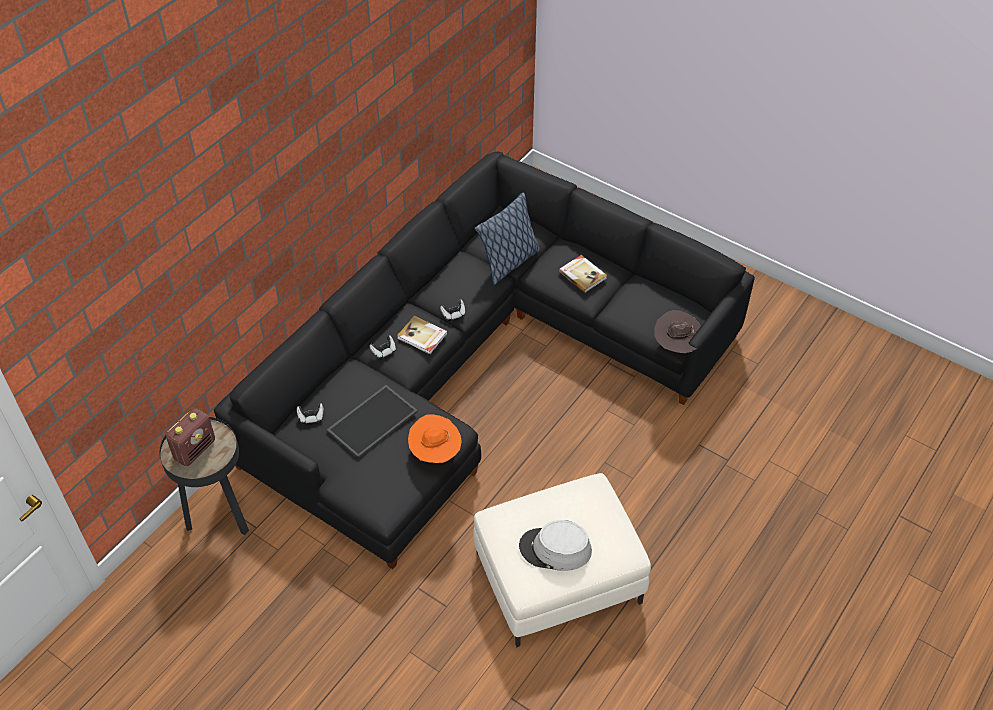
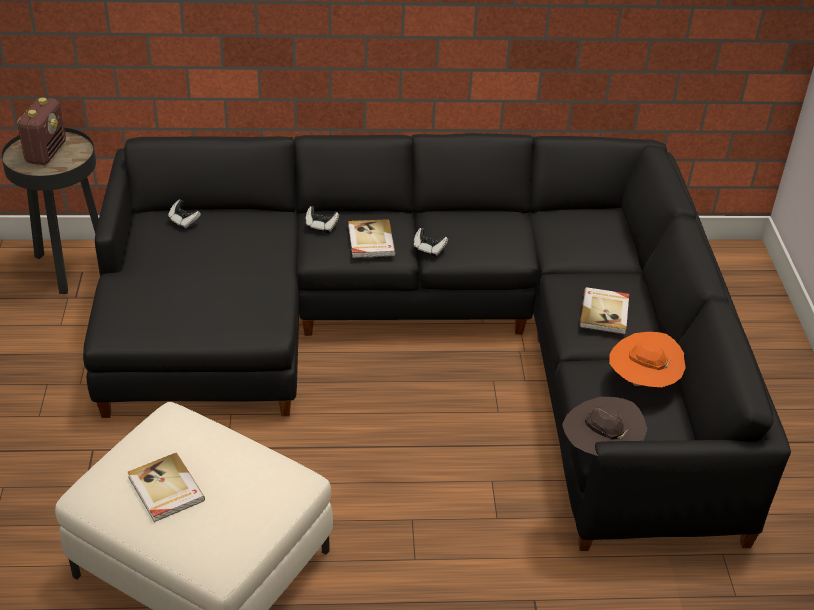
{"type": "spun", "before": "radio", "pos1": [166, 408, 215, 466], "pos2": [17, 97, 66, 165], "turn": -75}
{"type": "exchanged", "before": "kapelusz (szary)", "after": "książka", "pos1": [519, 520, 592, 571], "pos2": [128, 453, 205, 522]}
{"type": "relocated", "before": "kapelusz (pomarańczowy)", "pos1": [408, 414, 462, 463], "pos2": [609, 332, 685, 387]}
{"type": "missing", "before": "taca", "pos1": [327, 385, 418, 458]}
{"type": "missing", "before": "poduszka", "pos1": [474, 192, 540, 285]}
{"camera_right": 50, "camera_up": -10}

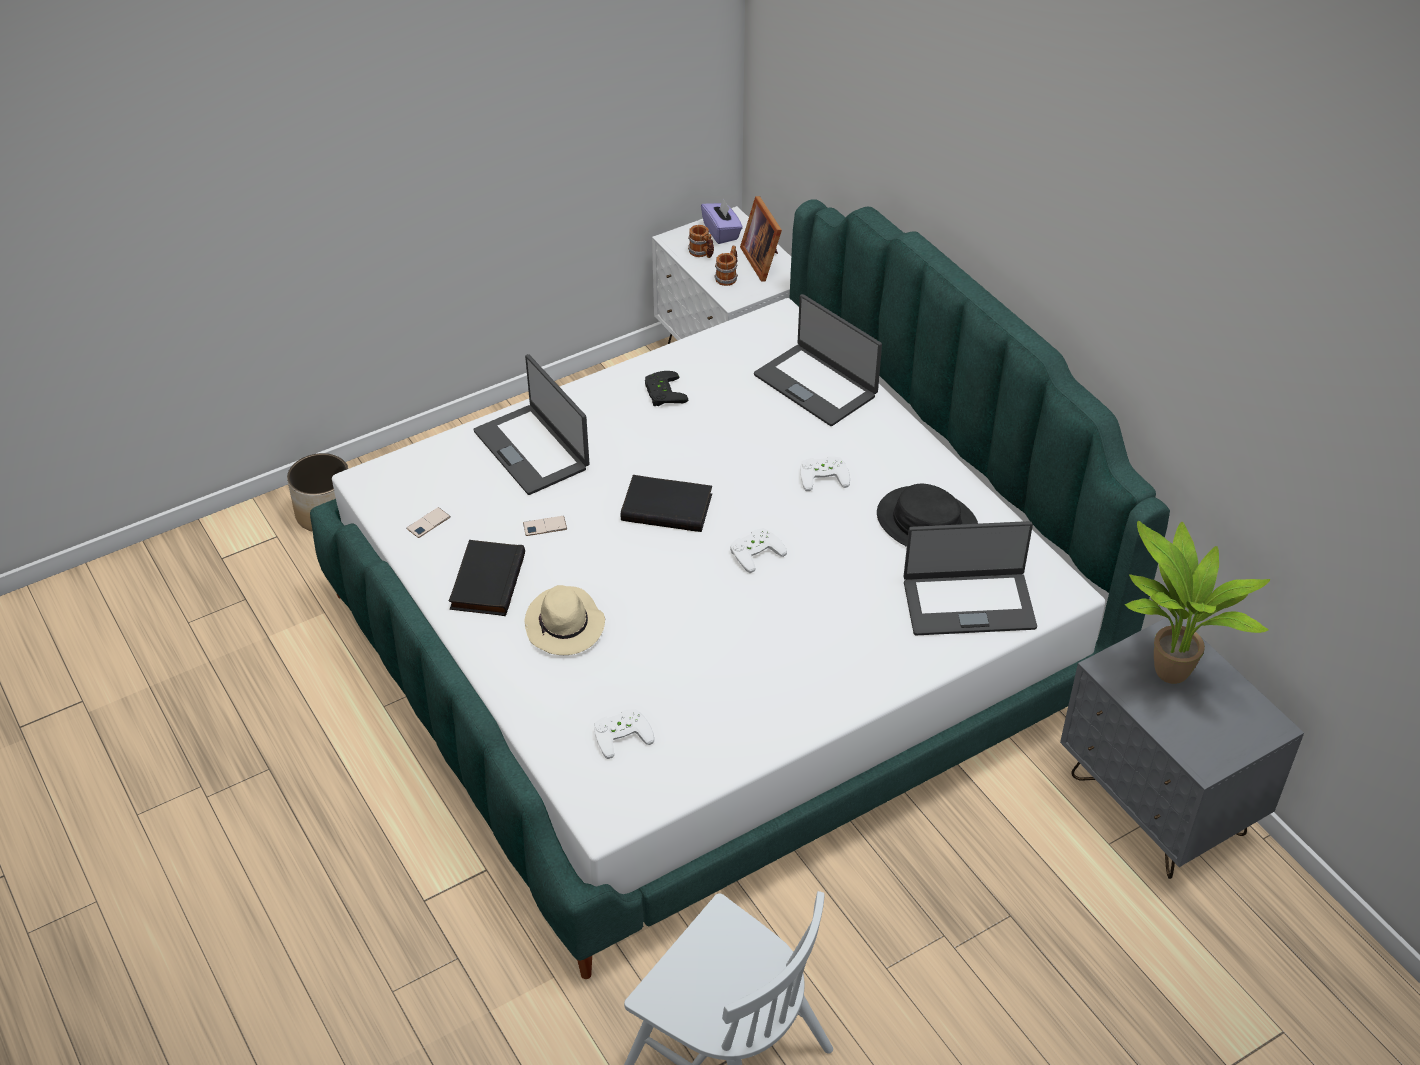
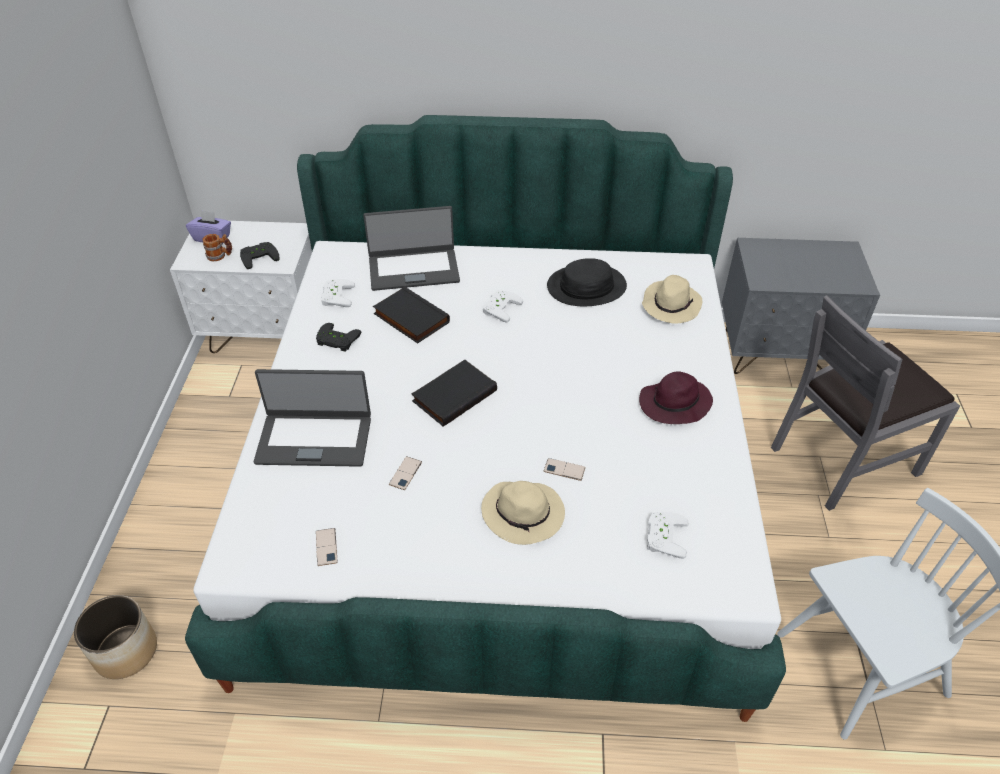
{"type": "exchanged", "before": "kubek", "after": "pad do gier (czarny)", "pos1": [714, 245, 738, 286], "pos2": [240, 242, 280, 269]}
{"type": "relocated", "before": "pad do gier (biały)", "pos1": [730, 528, 787, 573], "pos2": [321, 279, 355, 307]}
{"type": "relocated", "before": "książka (czarny)", "pos1": [449, 540, 525, 616], "pos2": [373, 286, 450, 344]}
{"type": "appeared", "after": "telefon", "pos2": [544, 458, 586, 481]}
{"type": "appeared", "after": "kapelusz (fioletowy)", "pos2": [639, 371, 713, 424]}
{"type": "exchanged", "before": "laptop", "after": "kapelusz (beżowy)", "pos1": [904, 521, 1037, 635], "pos2": [642, 275, 702, 324]}
{"type": "appeared", "after": "krzesło (szary)", "pos2": [771, 295, 960, 511]}
{"type": "missing", "before": "ramka na zdjęcie", "pos1": [740, 196, 782, 281]}
{"type": "missing", "before": "roślina doniczkowa", "pos1": [1125, 521, 1270, 684]}
{"camera_right": -55, "camera_up": 0}

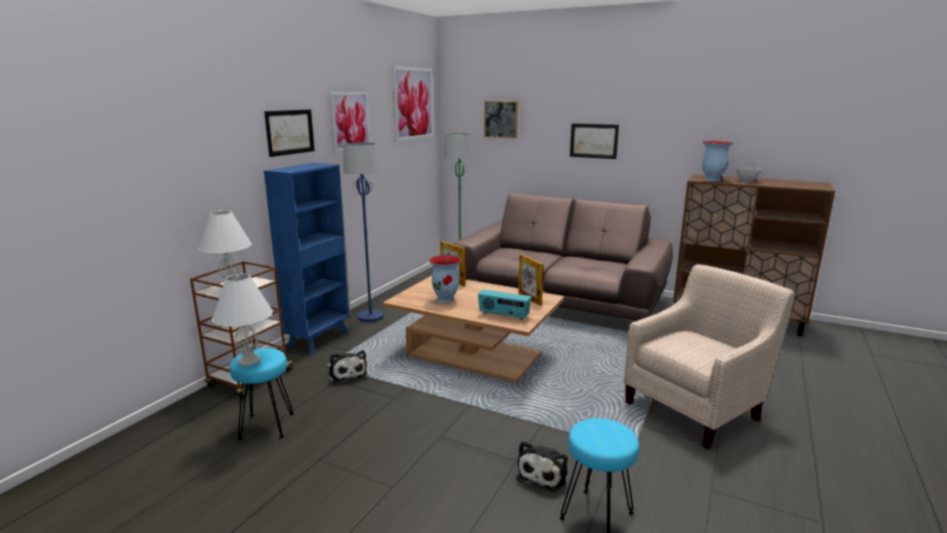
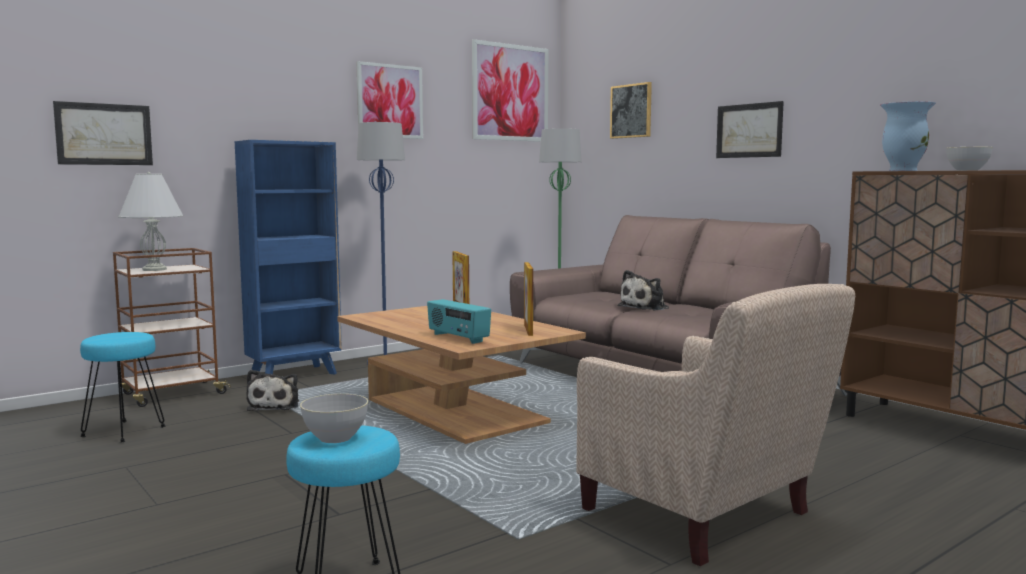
{"type": "relocated", "before": "obraz", "pos1": [264, 109, 315, 157], "pos2": [53, 101, 153, 165]}
{"type": "appeared", "after": "miska (szary)", "pos2": [300, 394, 368, 443]}
{"type": "spun", "before": "fotel (beżowy)", "pos1": [624, 264, 795, 449], "pos2": [576, 284, 855, 566], "turn": 60}
{"type": "relocated", "before": "pluszak", "pos1": [516, 441, 568, 492], "pos2": [618, 270, 669, 311]}
{"type": "missing", "before": "lampa stołowa (biały)", "pos1": [212, 274, 273, 366]}
{"type": "missing", "before": "wazon", "pos1": [429, 255, 461, 303]}
{"camera_right": 25, "camera_up": -10}

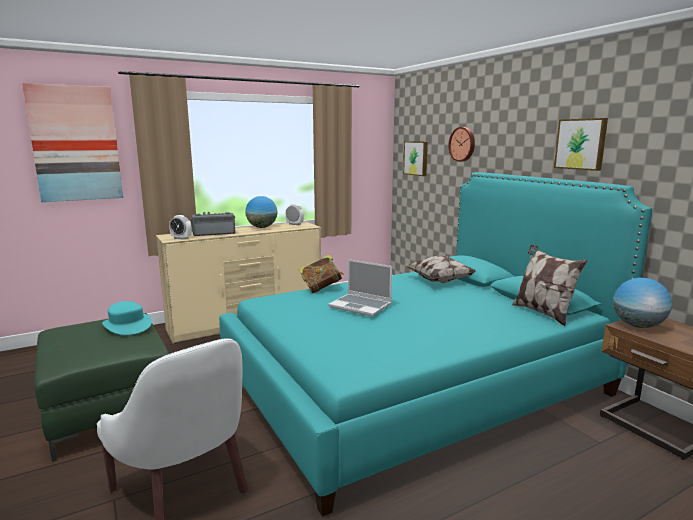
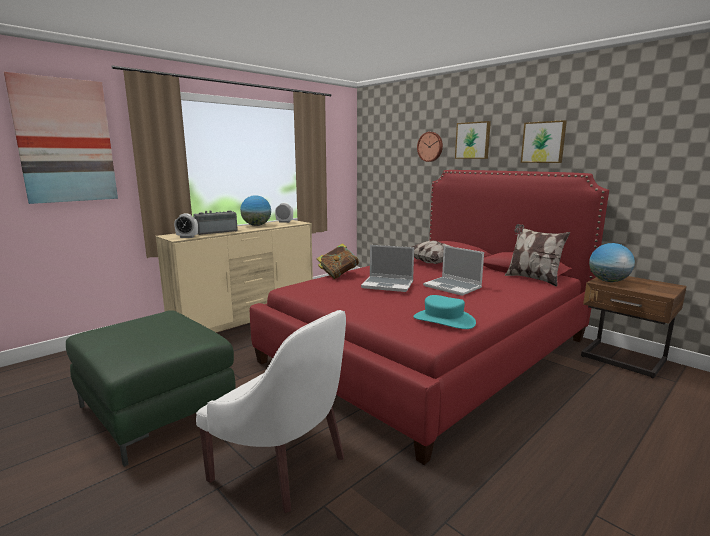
{"type": "colour", "before": "łóżko (turkusowy)", "after": "łóżko (czerwony)", "pos1": [219, 172, 652, 517], "pos2": [250, 170, 609, 465]}
{"type": "relocated", "before": "kapelusz (turkusowy)", "pos1": [102, 301, 152, 335], "pos2": [413, 295, 476, 329]}
{"type": "appeared", "after": "laptop", "pos2": [423, 245, 484, 296]}
{"type": "relocated", "before": "obraz", "pos1": [403, 141, 428, 176], "pos2": [455, 121, 491, 159]}
{"camera_right": -15, "camera_up": 0}

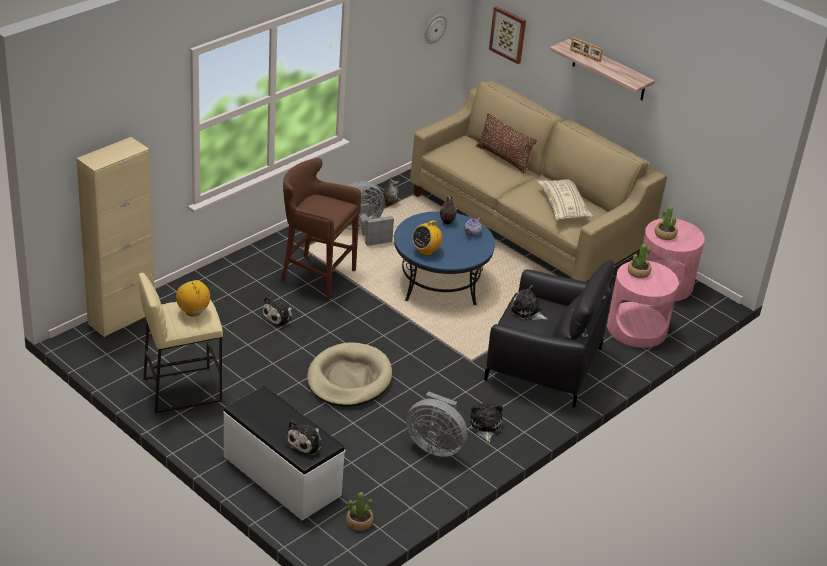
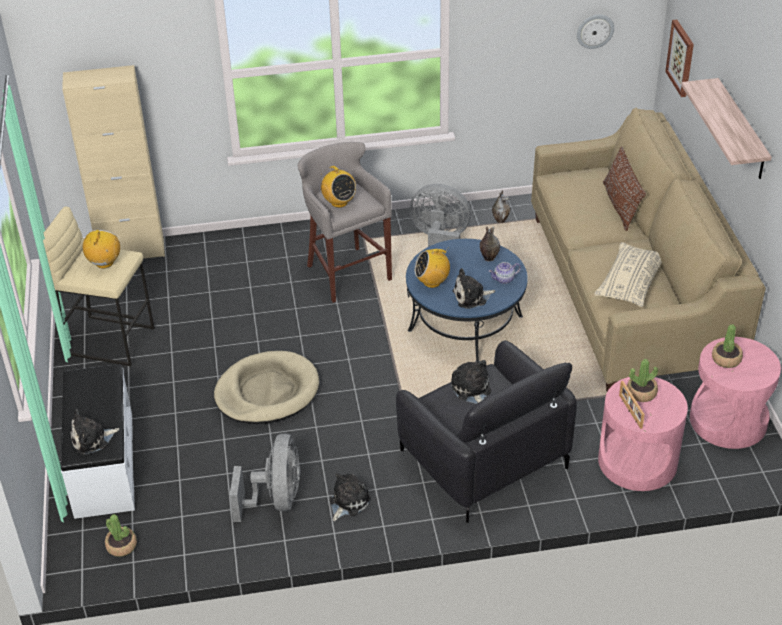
{"type": "spun", "before": "wentylator (szary)", "pos1": [406, 391, 468, 457], "pos2": [230, 434, 301, 522], "turn": -150}
{"type": "colour", "before": "stołek (brązowy)", "after": "stołek (szary)", "pos1": [280, 158, 361, 301], "pos2": [298, 142, 392, 303]}
{"type": "appeared", "after": "radio", "pos2": [321, 166, 356, 208]}
{"type": "relocated", "before": "pluszak", "pos1": [261, 296, 293, 327], "pos2": [452, 268, 495, 309]}
{"type": "relocated", "before": "ramka na zdjęcie", "pos1": [570, 37, 603, 62], "pos2": [619, 381, 645, 429]}
{"camera_right": 40, "camera_up": 5}

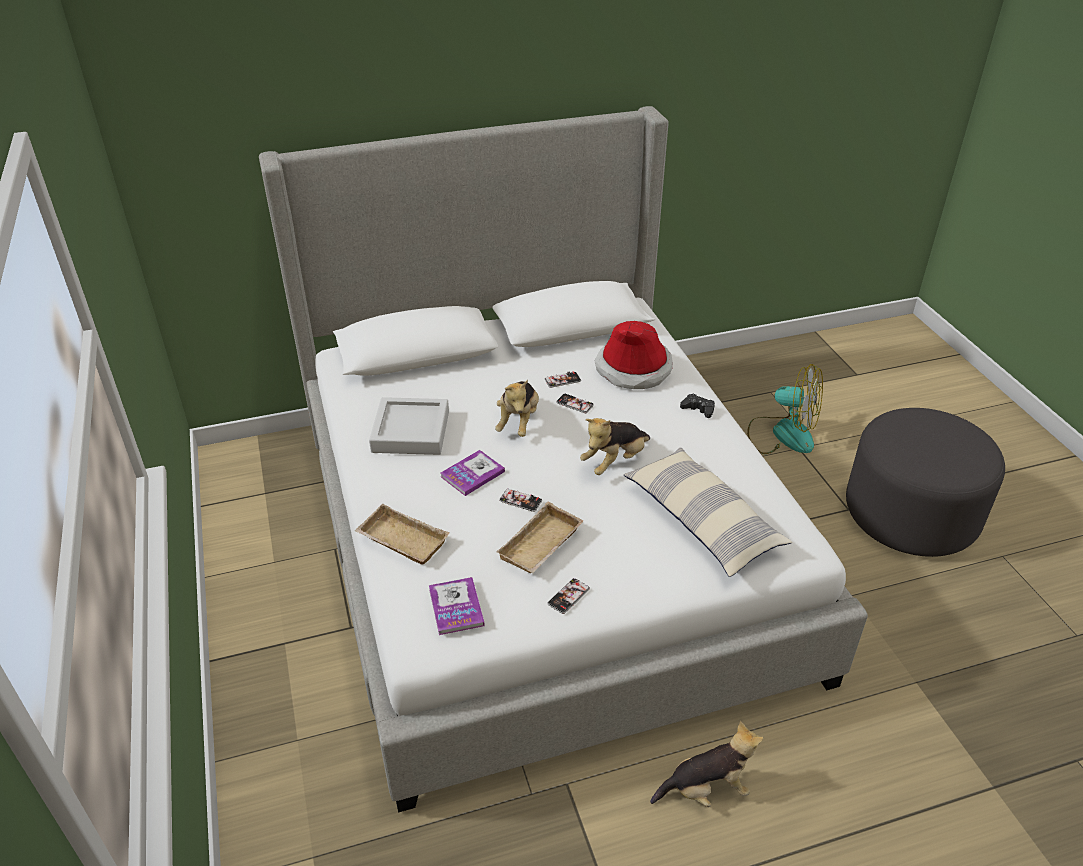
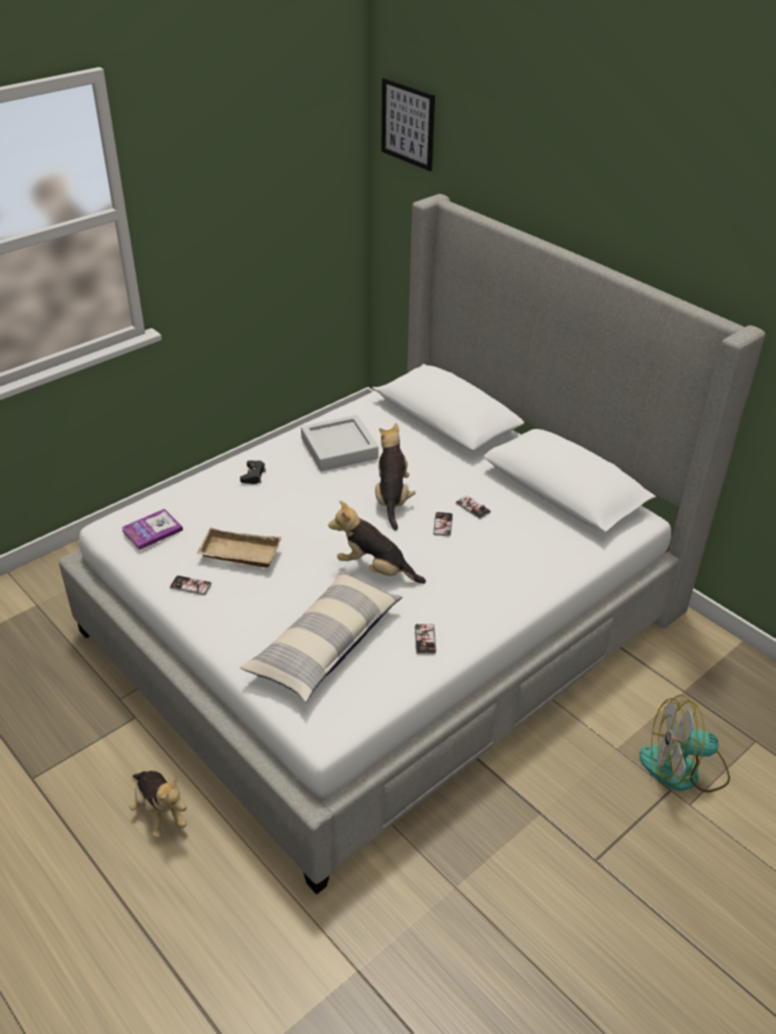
{"type": "relocated", "before": "pad do gier (czarny)", "pos1": [680, 394, 715, 418], "pos2": [240, 460, 266, 484]}
{"type": "spun", "before": "pluszak", "pos1": [495, 380, 539, 437], "pos2": [375, 423, 416, 531], "turn": 105}
{"type": "appeared", "after": "obraz", "pos2": [381, 77, 435, 171]}
{"type": "relocated", "before": "telefon", "pos1": [499, 488, 542, 512], "pos2": [415, 624, 436, 655]}
{"type": "spun", "before": "wentylator", "pos1": [747, 364, 823, 454], "pos2": [639, 695, 730, 793], "turn": 90}
{"type": "missing", "before": "taca (beżowy)", "pos1": [355, 504, 449, 564]}
{"type": "missing", "before": "książka", "pos1": [441, 450, 505, 496]}
{"type": "missing", "before": "kapelusz", "pos1": [595, 321, 673, 389]}
{"type": "missing", "before": "pufa (szary)", "pos1": [846, 408, 1005, 557]}
{"camera_right": 65, "camera_up": 0}

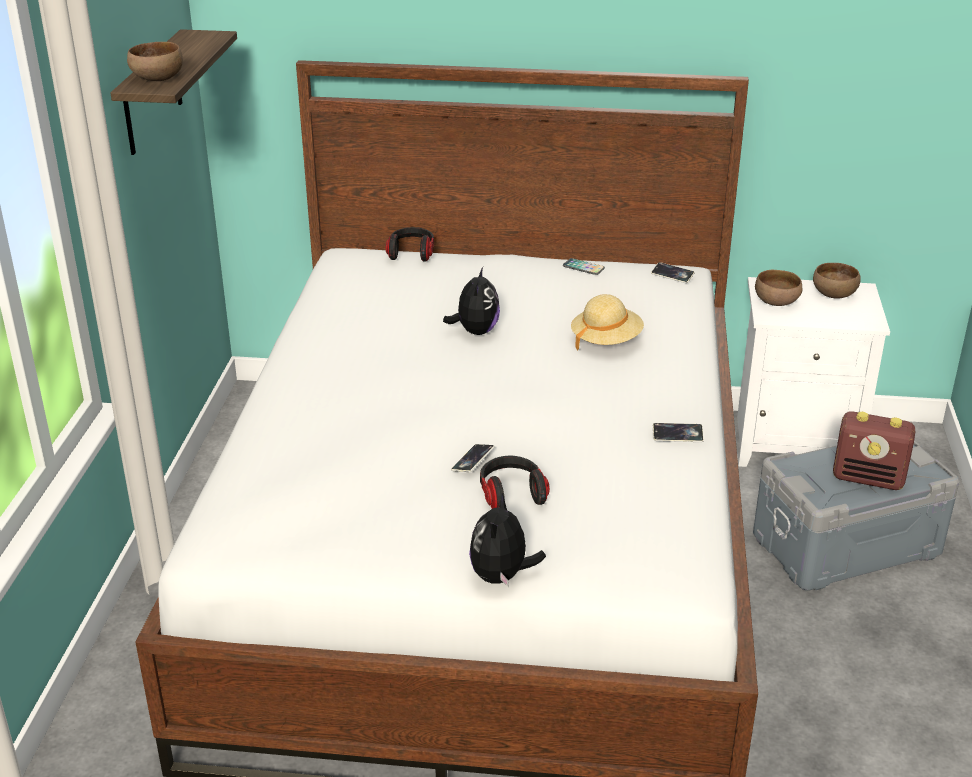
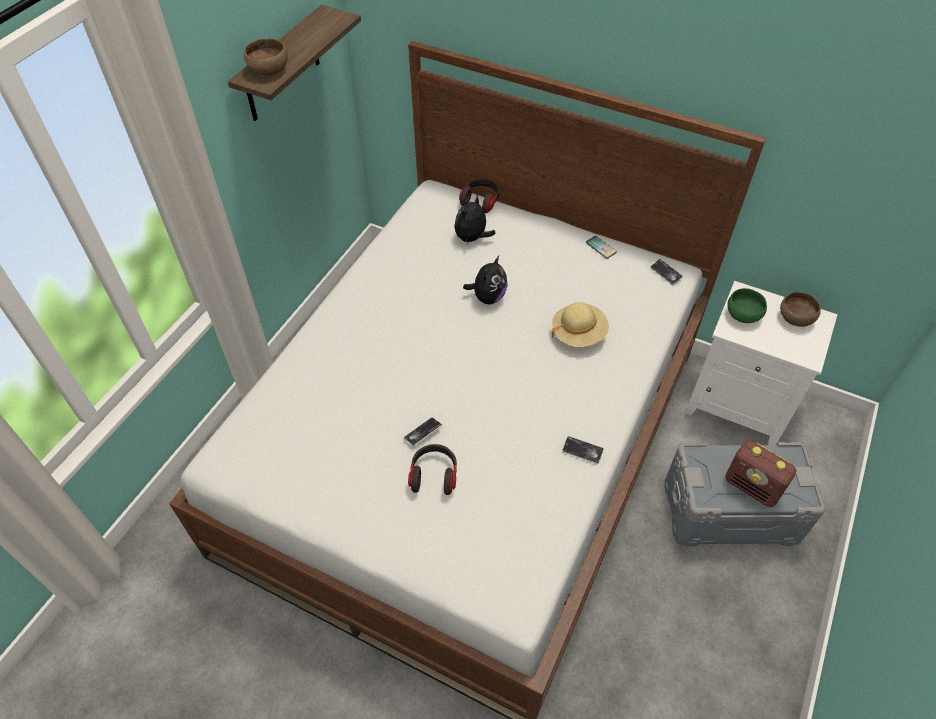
{"type": "relocated", "before": "pluszak", "pos1": [469, 494, 546, 587], "pos2": [454, 195, 496, 244]}
{"type": "colour", "before": "miska (brązowy)", "after": "miska (zielony)", "pos1": [755, 270, 803, 306], "pos2": [727, 288, 767, 323]}
{"camera_right": 20, "camera_up": 20}

